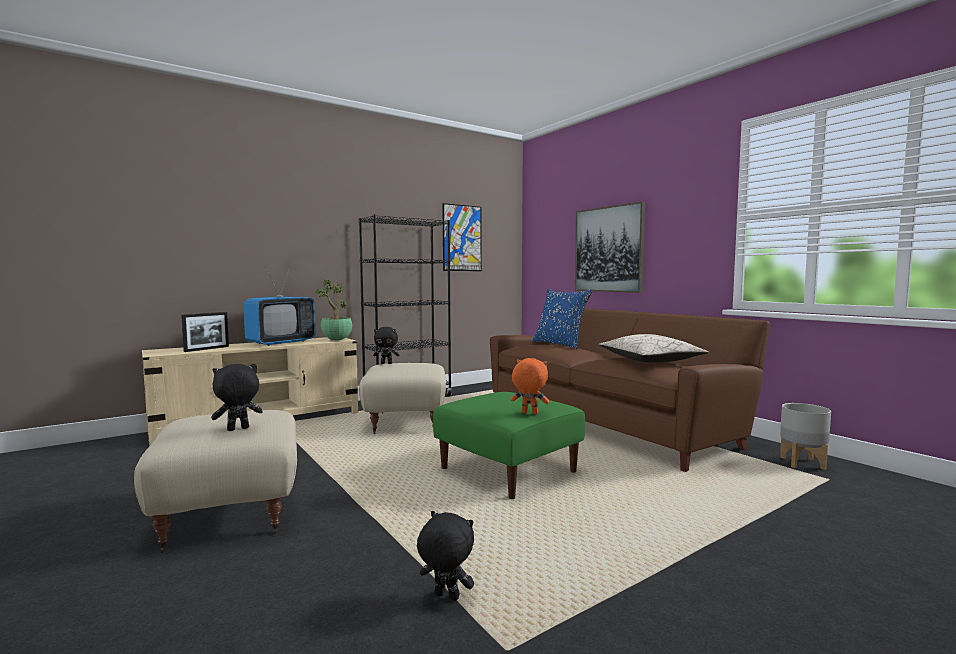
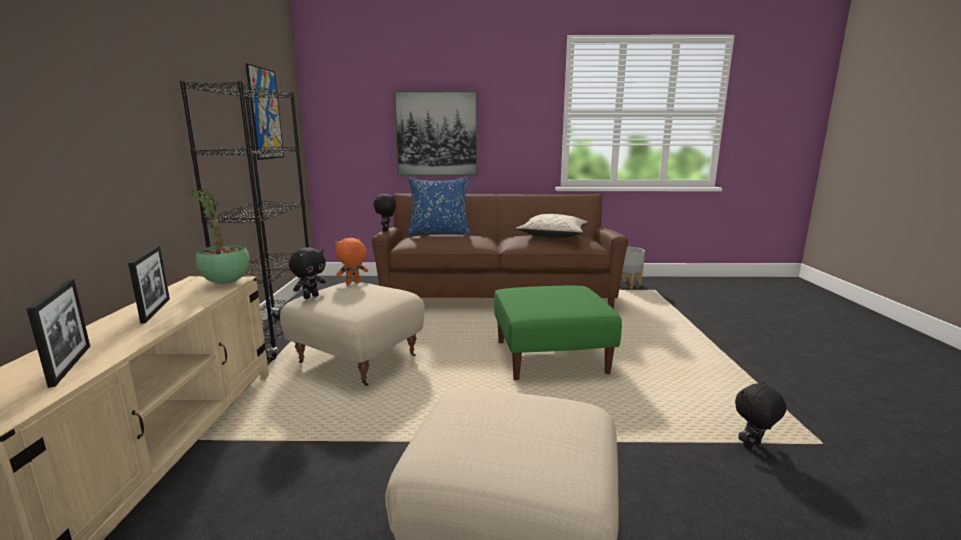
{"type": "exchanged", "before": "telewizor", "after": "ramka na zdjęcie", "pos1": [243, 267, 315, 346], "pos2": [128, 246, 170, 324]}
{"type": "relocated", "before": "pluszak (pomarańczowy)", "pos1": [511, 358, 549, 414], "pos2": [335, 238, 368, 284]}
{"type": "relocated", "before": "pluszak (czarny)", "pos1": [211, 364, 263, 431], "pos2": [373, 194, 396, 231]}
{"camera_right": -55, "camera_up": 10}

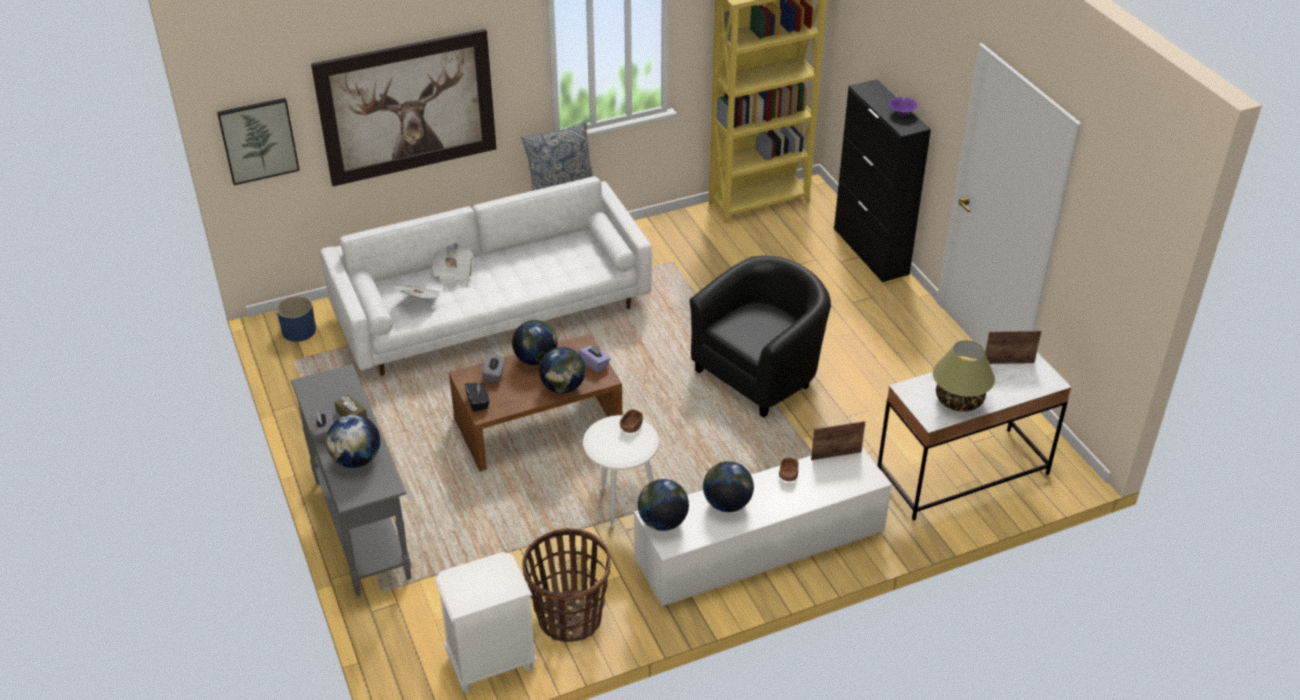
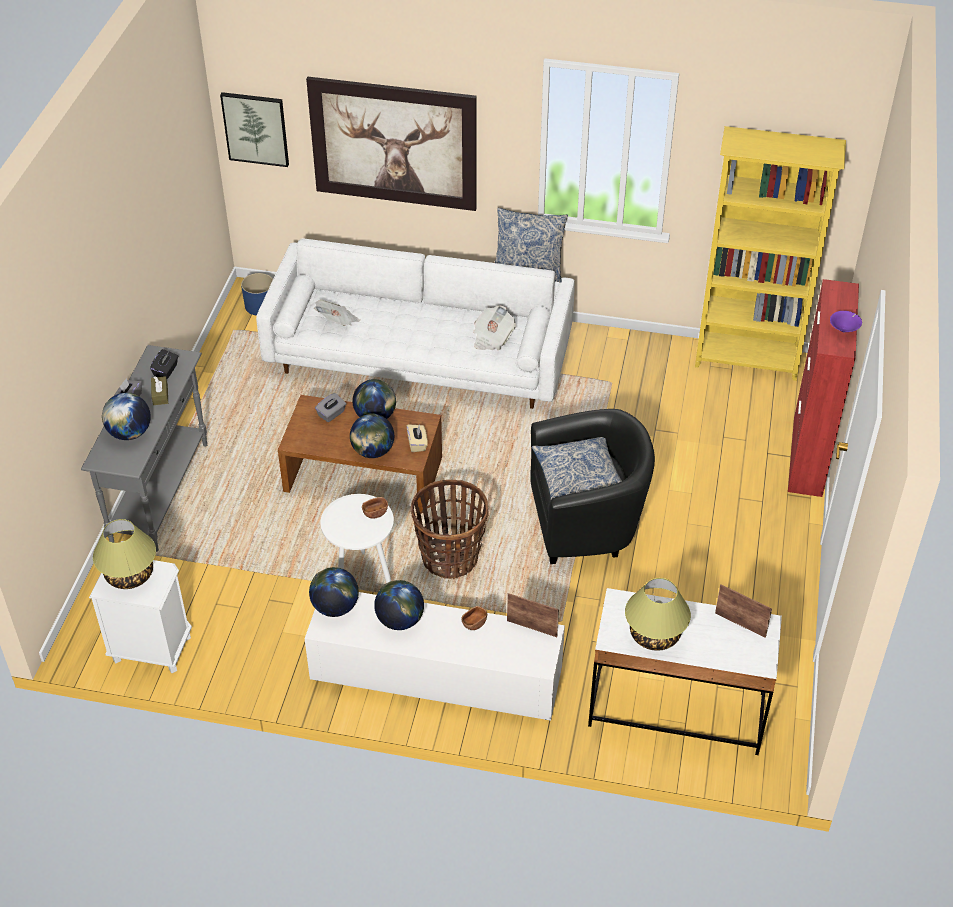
{"type": "appeared", "after": "lampa stołowa", "pos2": [93, 519, 156, 589]}
{"type": "relocated", "before": "pudełko chusteczek (czarny)", "pos1": [465, 381, 489, 412], "pos2": [150, 349, 178, 379]}
{"type": "colour", "before": "pudełko chusteczek (fioletowy)", "after": "pudełko chusteczek (beżowy)", "pos1": [578, 344, 611, 373], "pos2": [407, 424, 428, 452]}
{"type": "relocated", "before": "koszyk", "pos1": [522, 528, 610, 642], "pos2": [411, 480, 488, 579]}
{"type": "relocated", "before": "gazeta", "pos1": [431, 243, 474, 289], "pos2": [473, 306, 516, 350]}
{"type": "appeared", "after": "poduszka", "pos2": [532, 437, 622, 499]}
{"type": "colour", "before": "szafka (czarny)", "after": "szafka (czerwony)", "pos1": [834, 79, 931, 282], "pos2": [788, 279, 859, 497]}
{"camera_right": 35, "camera_up": 5}

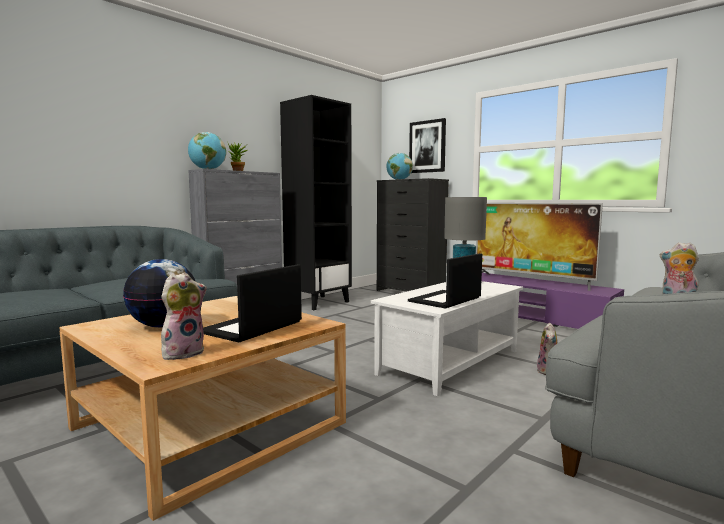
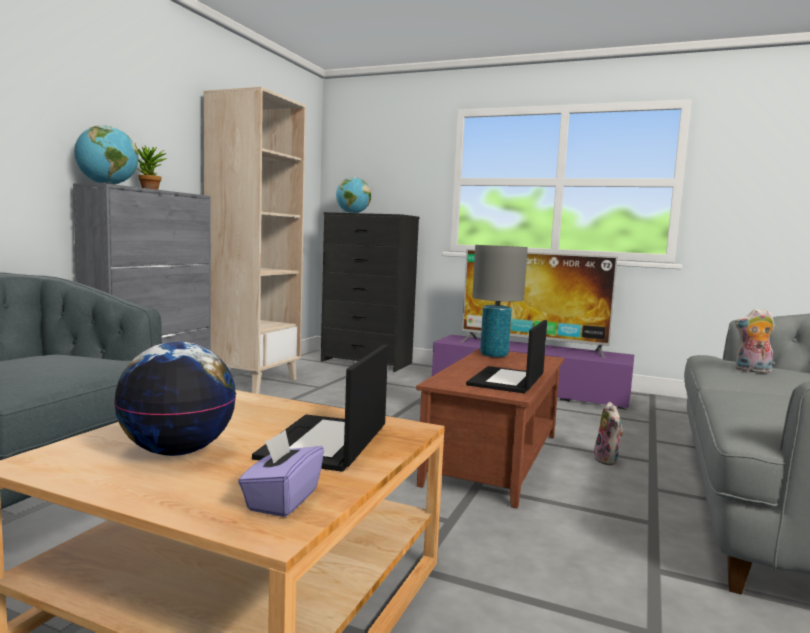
{"type": "colour", "before": "regał (czarny)", "after": "regał (beżowy)", "pos1": [280, 95, 352, 310], "pos2": [204, 87, 306, 394]}
{"type": "exchanged", "before": "pluszak", "after": "pudełko chusteczek (fioletowy)", "pos1": [161, 272, 207, 361], "pos2": [238, 430, 324, 517]}
{"type": "colour", "before": "ława (biały)", "after": "ława (brązowy)", "pos1": [371, 281, 523, 397], "pos2": [416, 348, 564, 508]}
{"type": "missing", "before": "obraz", "pos1": [409, 118, 446, 173]}
{"camera_right": -20, "camera_up": 0}

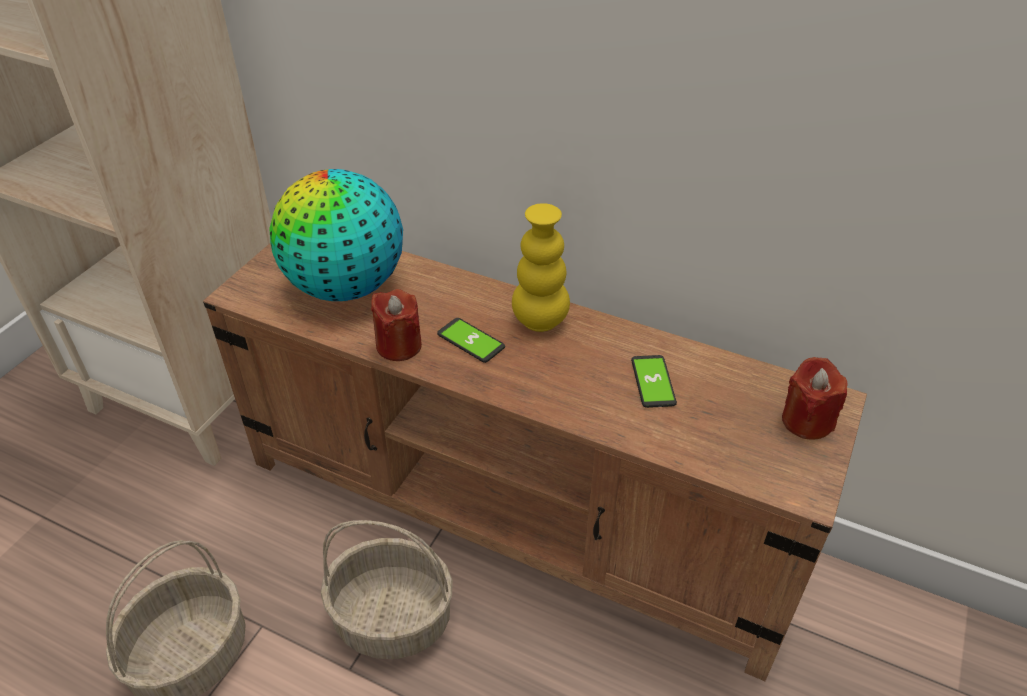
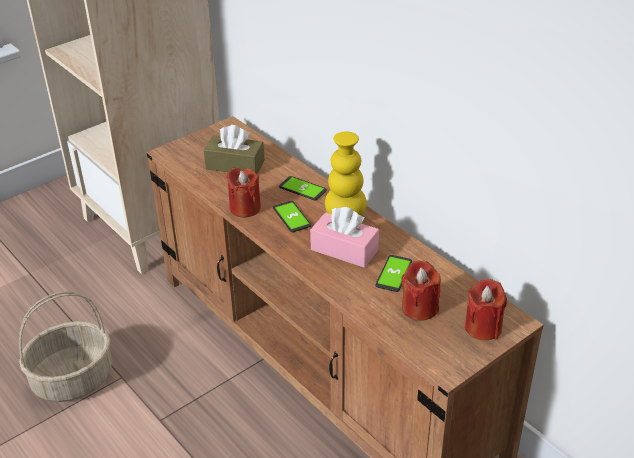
{"type": "exchanged", "before": "globus", "after": "pudełko chusteczek (brązowy)", "pos1": [269, 169, 403, 301], "pos2": [204, 125, 265, 174]}
{"type": "appeared", "after": "telefon", "pos2": [279, 176, 327, 201]}
{"type": "appeared", "after": "pudełko chusteczek (różowy)", "pos2": [310, 207, 379, 268]}
{"type": "appeared", "after": "świeca (czerwony)", "pos2": [401, 261, 441, 321]}
{"type": "missing", "before": "koszyk", "pos1": [321, 520, 453, 659]}
{"camera_right": 25, "camera_up": -5}

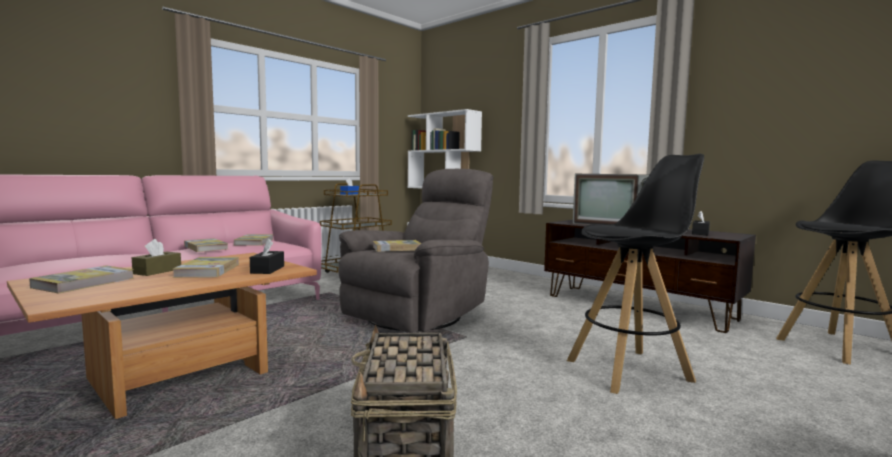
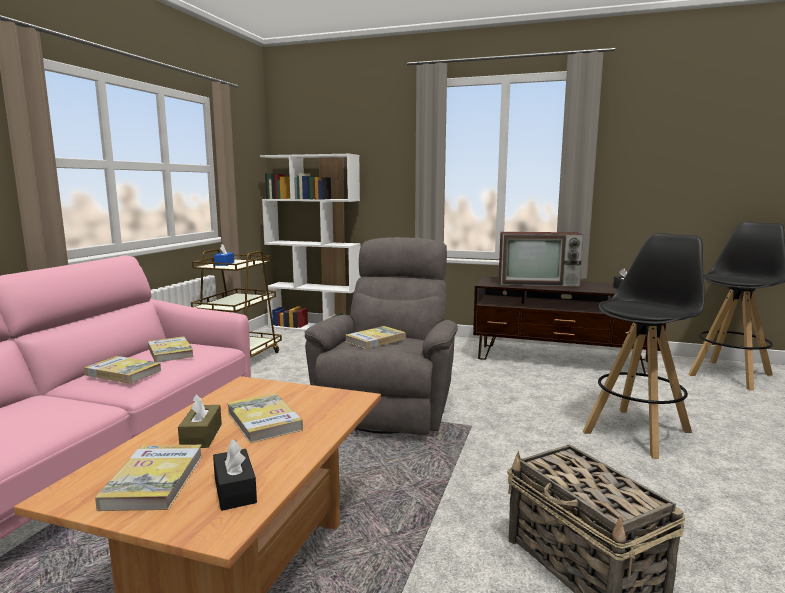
{"type": "relocated", "before": "pudełko chusteczek (czarny)", "pos1": [250, 239, 284, 274], "pos2": [213, 440, 257, 511]}
{"camera_right": -25, "camera_up": 5}

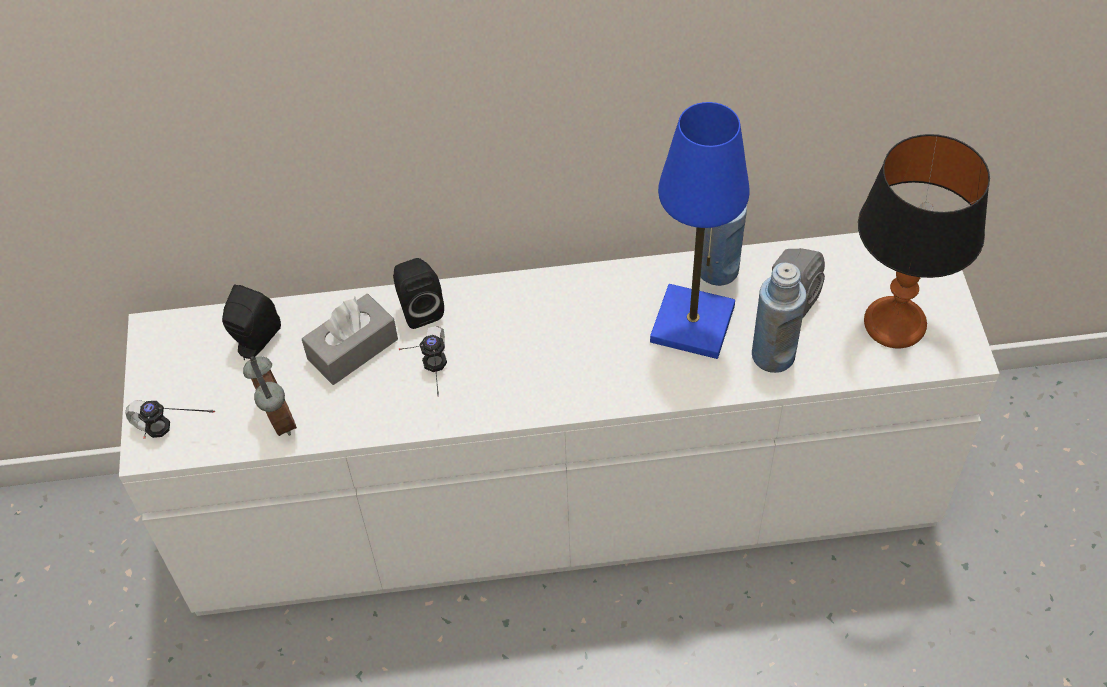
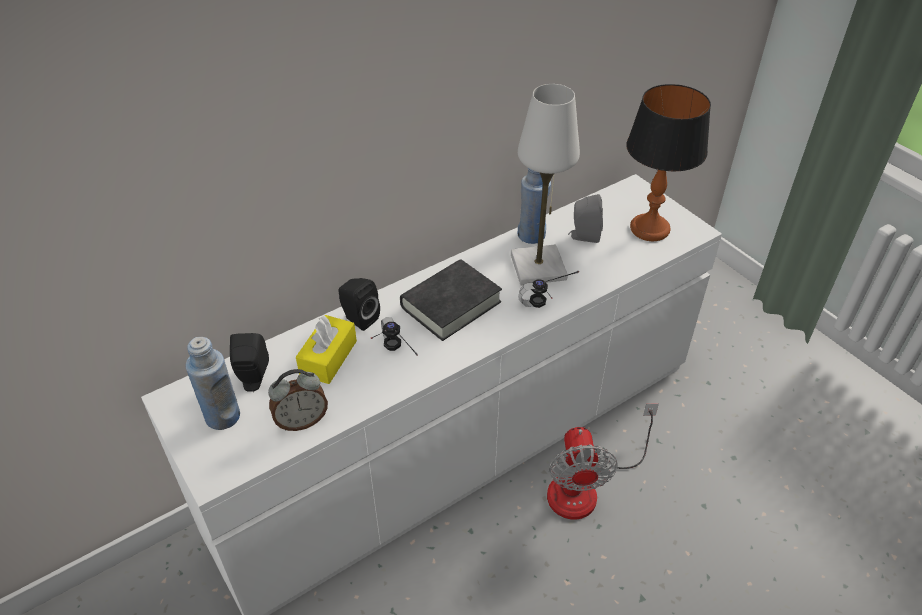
{"type": "relocated", "before": "butelka (niebieski)", "pos1": [752, 262, 806, 373], "pos2": [185, 337, 240, 430]}
{"type": "spun", "before": "budzik", "pos1": [243, 356, 297, 436], "pos2": [268, 369, 328, 431], "turn": 120}
{"type": "colour", "before": "pudełko chusteczek (szary)", "after": "pudełko chusteczek (żółty)", "pos1": [302, 294, 398, 385], "pos2": [296, 315, 357, 384]}
{"type": "appeared", "after": "książka (czarny)", "pos2": [400, 259, 502, 341]}
{"type": "colour", "before": "lampa stołowa (niebieski)", "after": "lampa stołowa (biały)", "pos1": [650, 102, 749, 359], "pos2": [511, 84, 580, 286]}
{"type": "relocated", "before": "słuchawki", "pos1": [126, 400, 215, 438], "pos2": [518, 271, 579, 308]}
{"type": "appeared", "after": "wentylator", "pos2": [547, 403, 659, 520]}
{"camera_right": -30, "camera_up": -10}

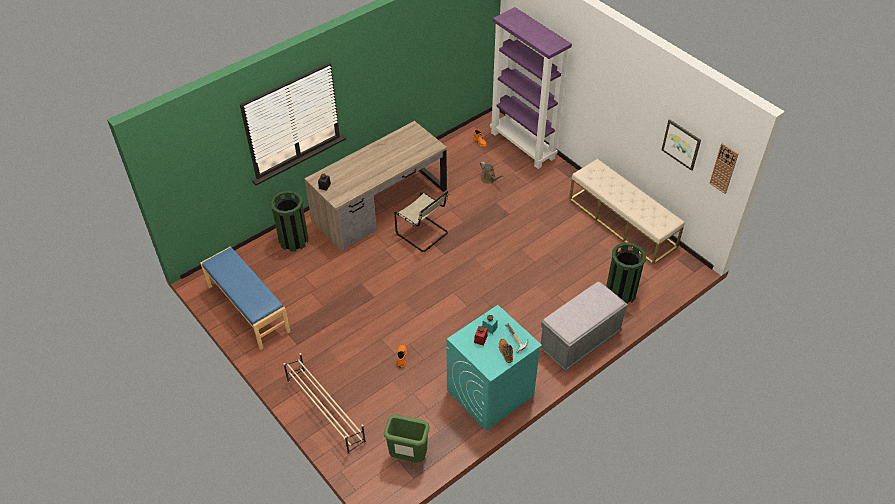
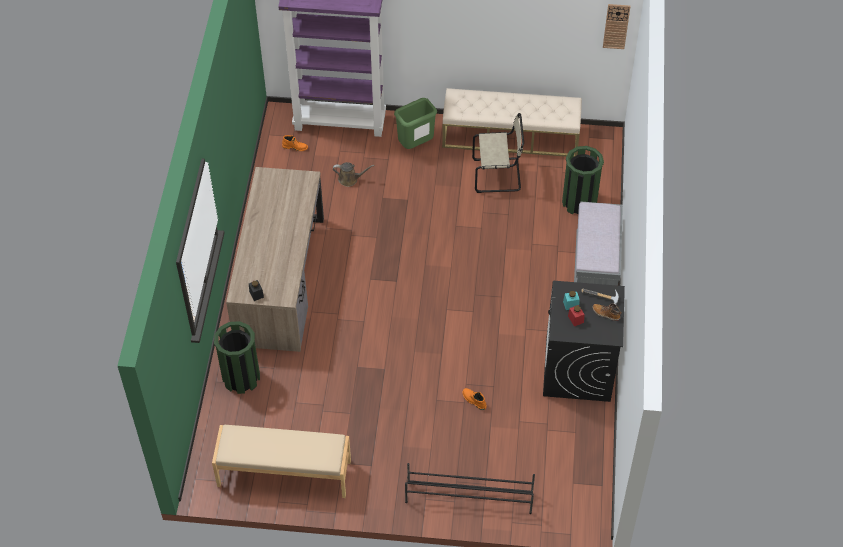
{"type": "colour", "before": "ławka (niebieski)", "after": "ławka (beżowy)", "pos1": [200, 246, 291, 350], "pos2": [212, 425, 351, 498]}
{"type": "relocated", "before": "kosz na śmieci (zielony)", "pos1": [384, 414, 430, 462], "pos2": [394, 98, 437, 149]}
{"type": "colour", "before": "regał na buty (beżowy)", "after": "regał na buty (czarny)", "pos1": [283, 353, 366, 455], "pos2": [405, 463, 535, 514]}
{"type": "relocated", "before": "krzesło (beżowy)", "pos1": [394, 191, 449, 252], "pos2": [472, 113, 524, 193]}
{"type": "colour", "before": "pralka (turkusowy)", "after": "pralka (czarny)", "pos1": [446, 305, 542, 431], "pos2": [543, 281, 625, 402]}
{"type": "missing", "before": "obraz", "pos1": [662, 119, 701, 171]}
{"camera_right": -45, "camera_up": 5}

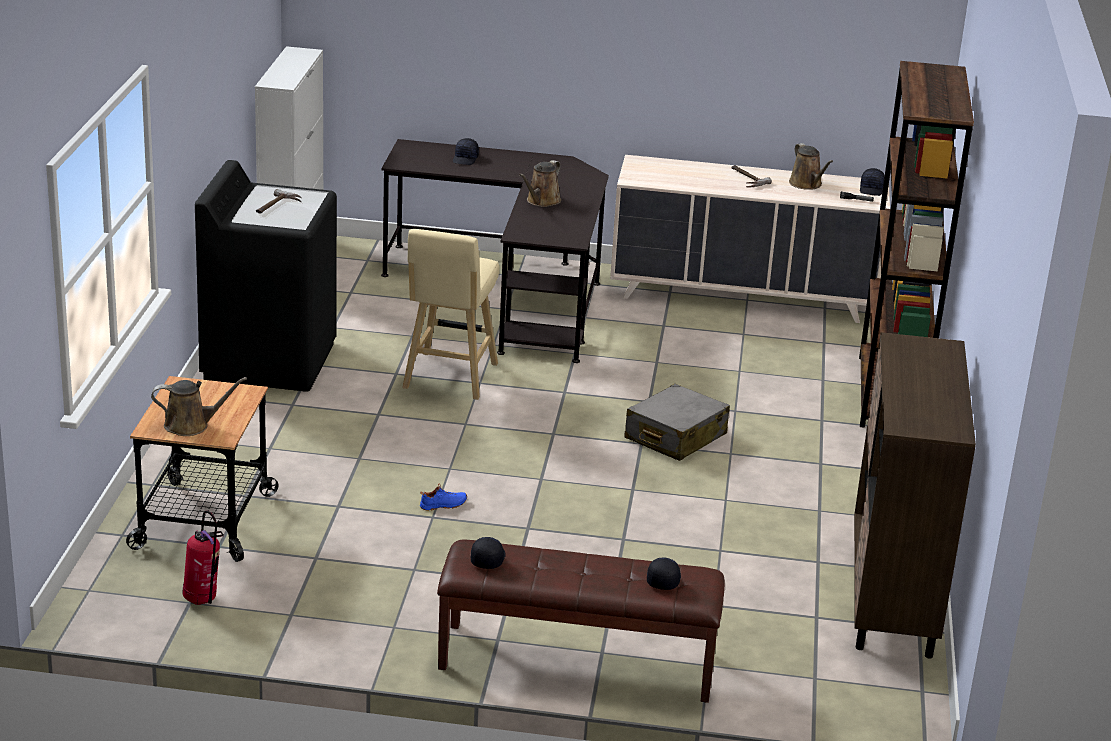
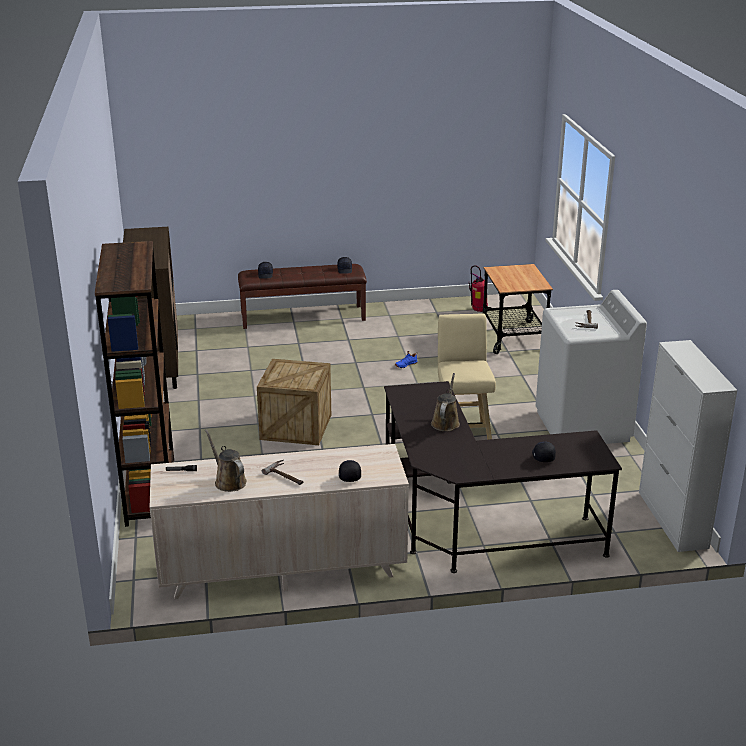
{"type": "exchanged", "before": "walizka (szary)", "after": "skrzynka", "pos1": [624, 384, 730, 461], "pos2": [257, 359, 331, 445]}
{"type": "relocated", "before": "czapka z daszkiem (czarny)", "pos1": [860, 168, 885, 196], "pos2": [339, 460, 361, 482]}
{"type": "colour", "before": "pralka (czarny)", "after": "pralka (biały)", "pos1": [195, 160, 337, 392], "pos2": [536, 290, 647, 444]}
{"type": "missing", "before": "konewka (brązowy)", "pos1": [151, 377, 247, 436]}
{"camera_right": 165, "camera_up": 0}

